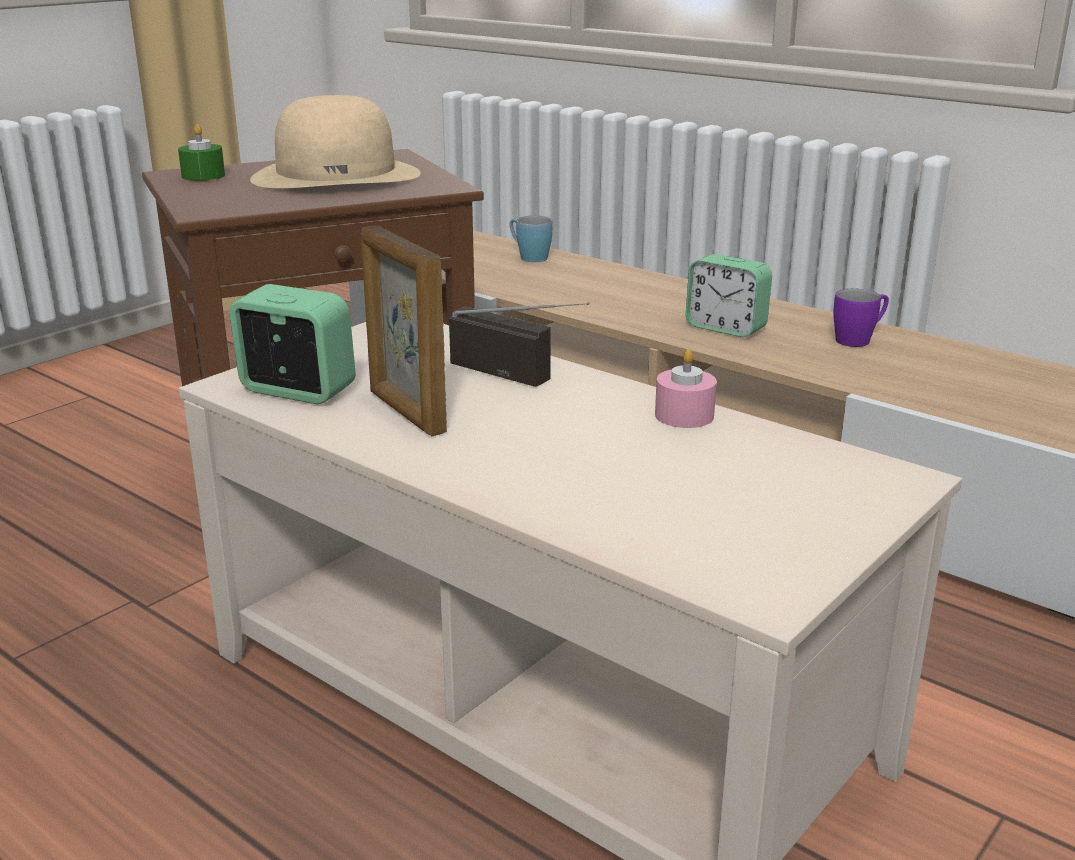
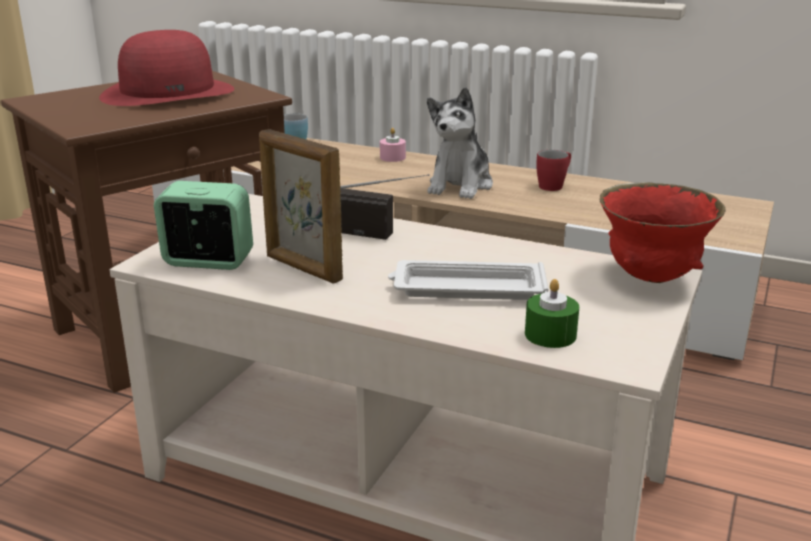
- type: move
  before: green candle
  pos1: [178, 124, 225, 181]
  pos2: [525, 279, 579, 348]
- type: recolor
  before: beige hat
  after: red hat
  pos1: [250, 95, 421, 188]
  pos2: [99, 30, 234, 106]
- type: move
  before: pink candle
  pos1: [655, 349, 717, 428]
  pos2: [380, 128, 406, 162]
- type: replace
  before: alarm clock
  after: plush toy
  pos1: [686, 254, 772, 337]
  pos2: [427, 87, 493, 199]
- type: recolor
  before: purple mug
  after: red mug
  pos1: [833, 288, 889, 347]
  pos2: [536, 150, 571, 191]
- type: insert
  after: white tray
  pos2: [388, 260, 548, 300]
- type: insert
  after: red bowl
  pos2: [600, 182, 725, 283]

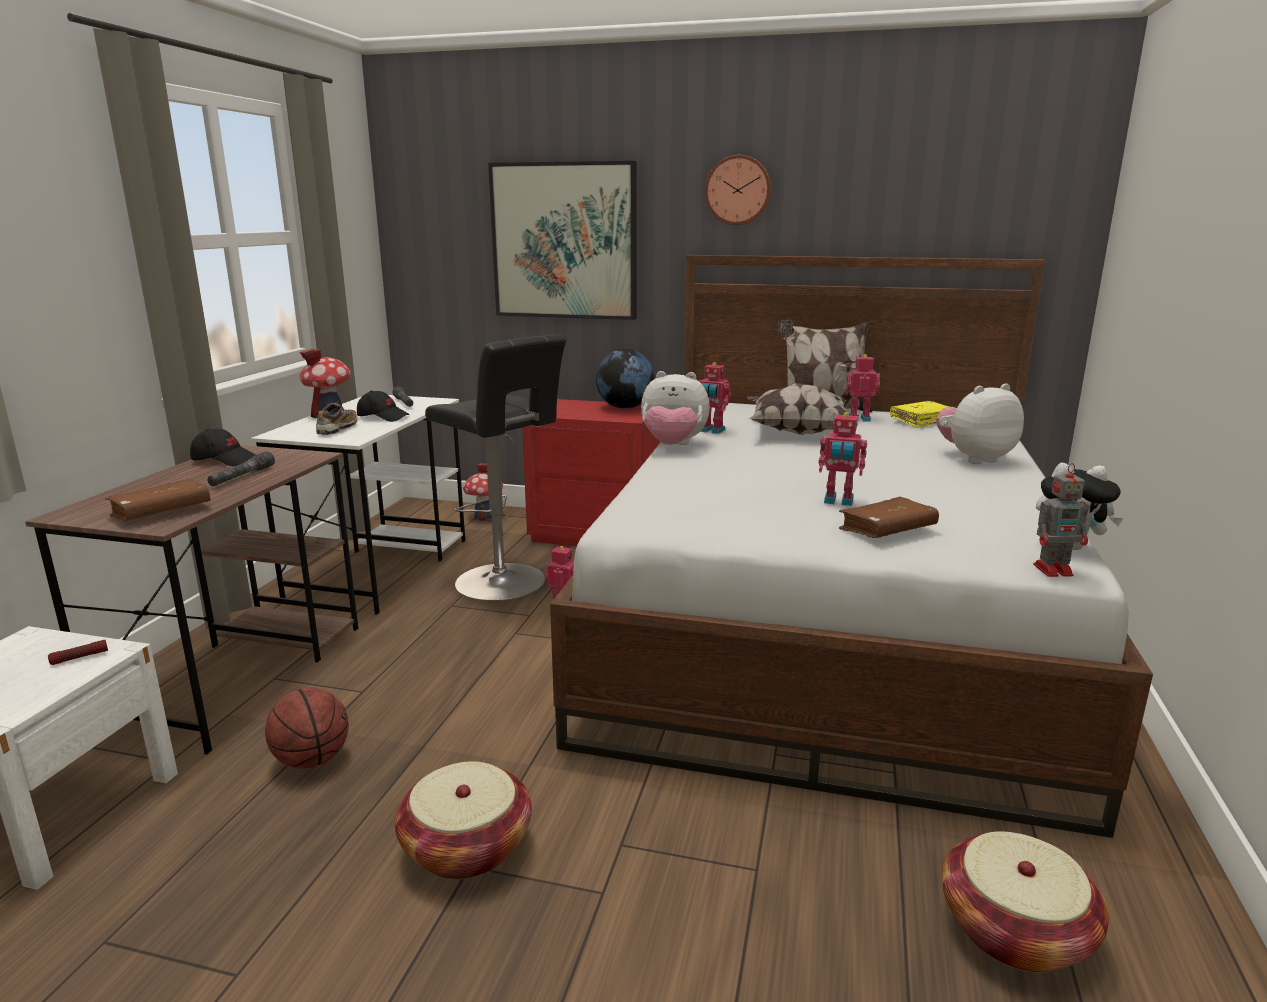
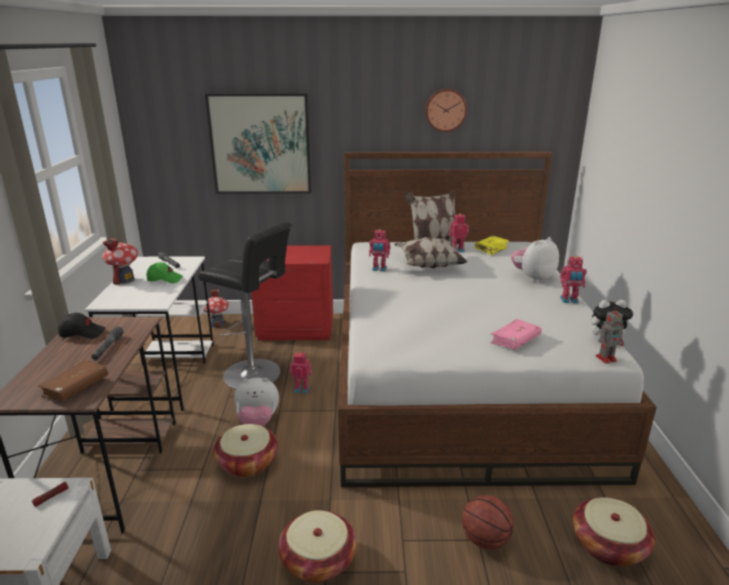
- type: move
  before: basketball
  pos1: [265, 688, 349, 769]
  pos2: [462, 495, 514, 549]
- type: delete
  before: shoe
  pos1: [316, 403, 358, 435]
- type: recolor
  before: black cap
  after: green cap
  pos1: [357, 391, 409, 422]
  pos2: [146, 262, 183, 283]
- type: delete
  before: globe
  pos1: [596, 349, 655, 409]
- type: move
  before: plush toy
  pos1: [641, 371, 710, 445]
  pos2: [234, 378, 279, 426]
- type: move
  before: wall clock
  pos1: [705, 155, 771, 225]
  pos2: [425, 89, 467, 132]
- type: move
  before: toy robot
  pos1: [819, 412, 867, 506]
  pos2: [560, 256, 587, 303]
- type: recolor
  before: brown book
  after: pink book
  pos1: [839, 497, 939, 538]
  pos2: [491, 319, 542, 350]
- type: insert
  after: basket
  pos2: [213, 424, 278, 477]

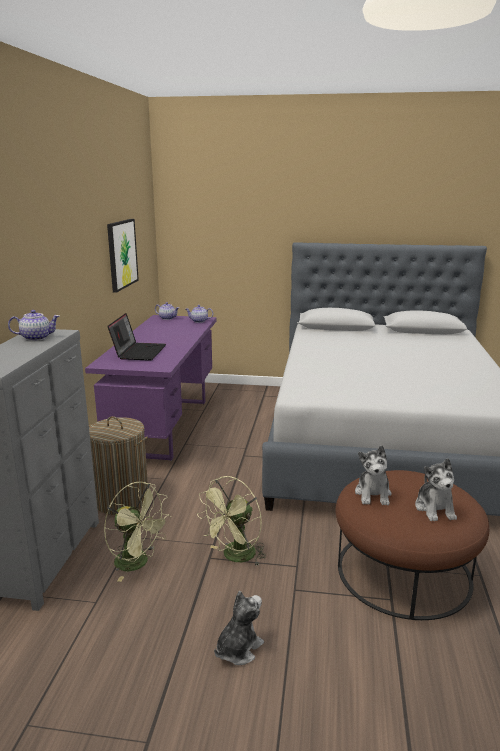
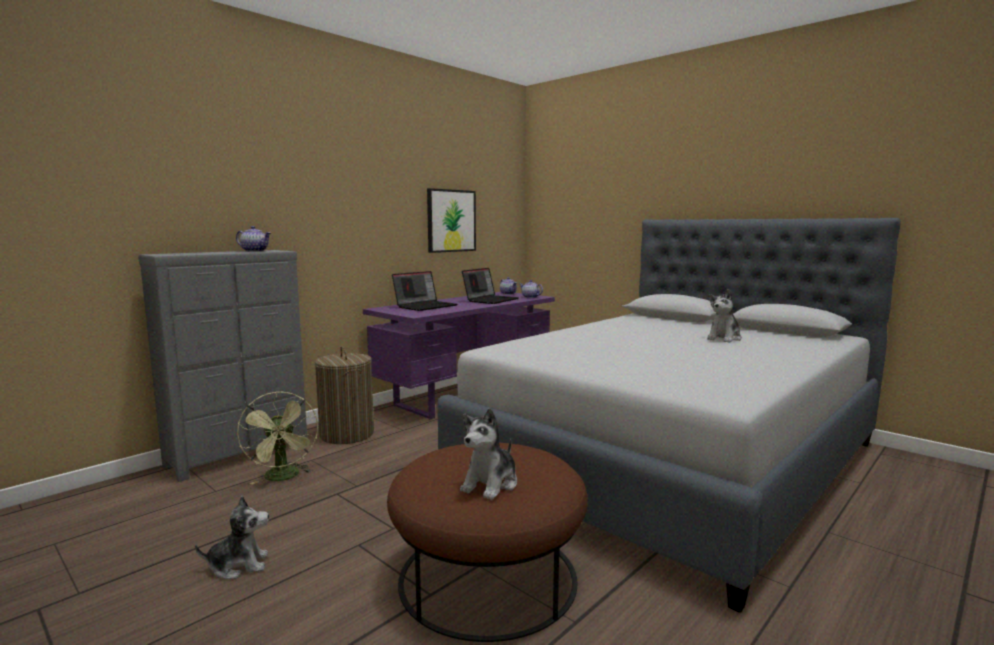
- type: delete
  before: green fan
  pos1: [197, 476, 266, 567]
- type: move
  before: plush toy
  pos1: [355, 445, 392, 505]
  pos2: [707, 289, 742, 343]
- type: insert
  after: laptop
  pos2: [462, 268, 519, 304]

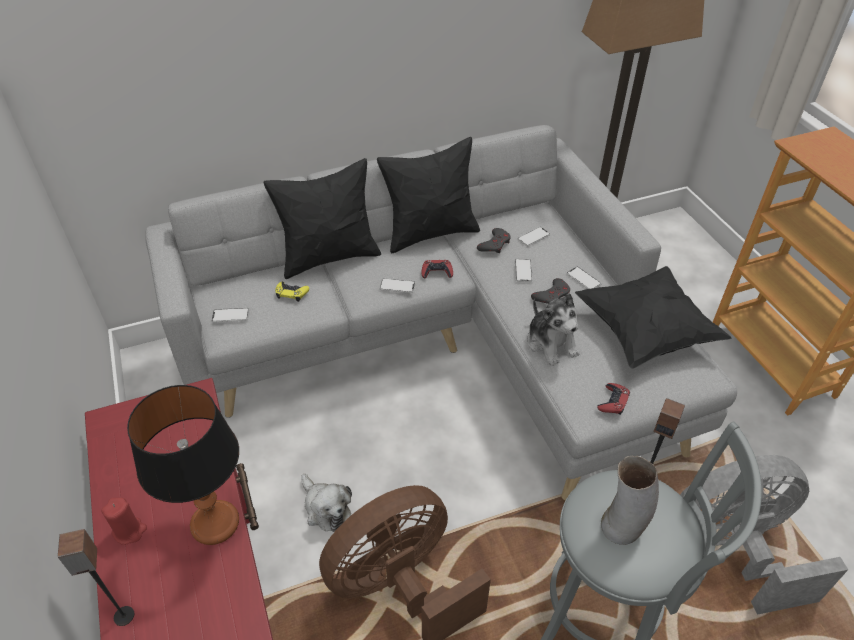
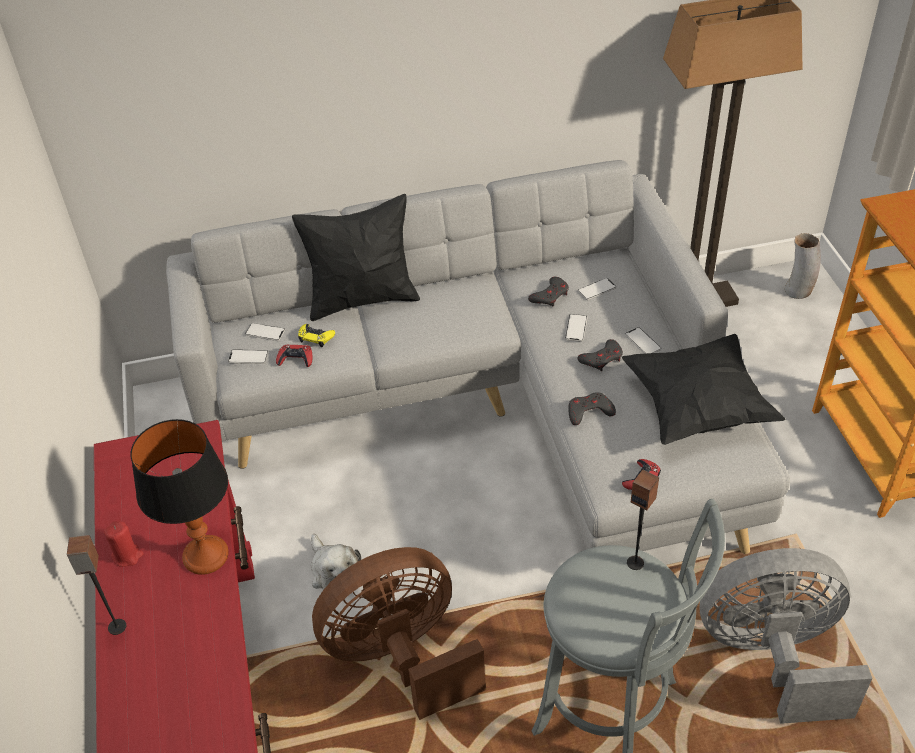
- type: delete
  before: black pillow
  pos1: [377, 137, 480, 254]
- type: move
  before: phone
  pos1: [379, 278, 415, 293]
  pos2: [245, 323, 285, 341]
- type: move
  before: red game controller
  pos1: [421, 260, 453, 278]
  pos2: [276, 345, 312, 367]
- type: replace
  before: plush toy
  after: grey game controller
  pos1: [527, 293, 580, 366]
  pos2: [568, 392, 616, 425]
- type: move
  before: vase
  pos1: [601, 456, 659, 545]
  pos2: [785, 233, 821, 299]

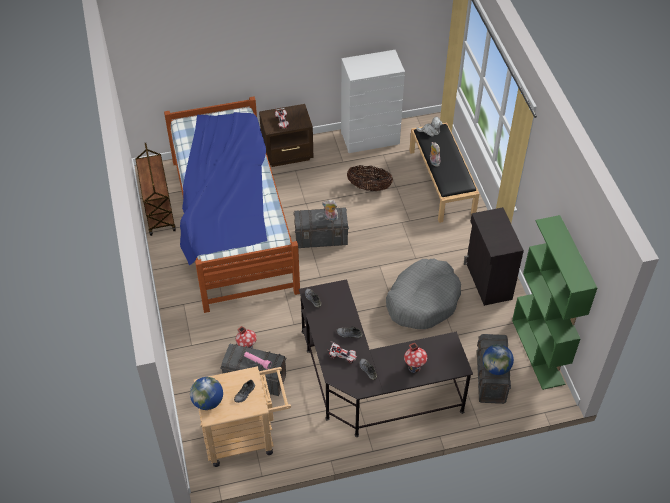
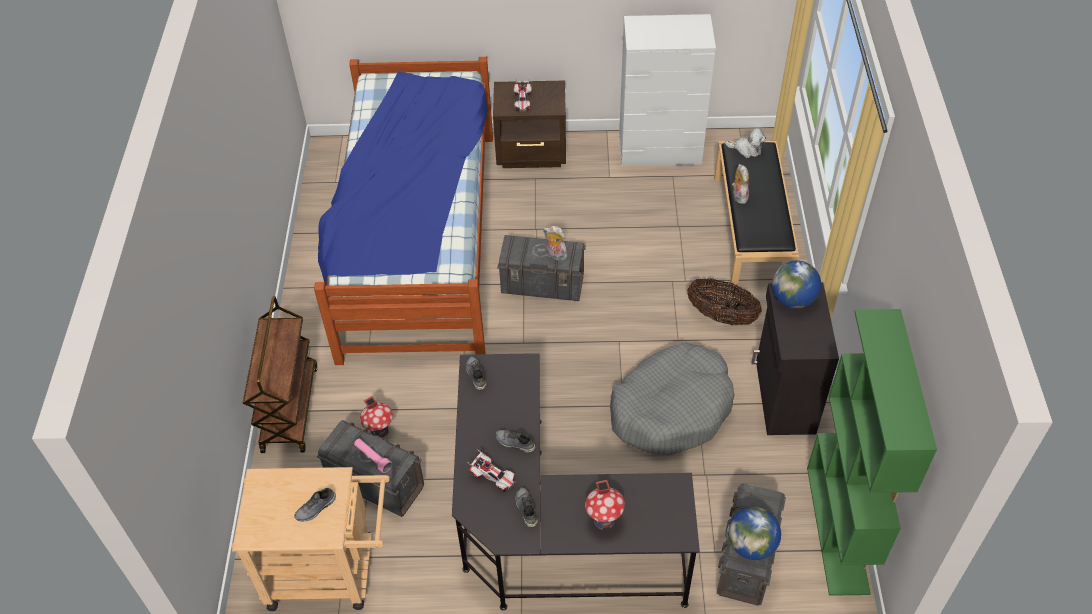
- type: move
  before: brown cart
  pos1: [136, 143, 176, 236]
  pos2: [243, 297, 317, 453]
- type: move
  before: globe
  pos1: [190, 377, 223, 410]
  pos2: [772, 260, 821, 309]
- type: move
  before: basket
  pos1: [347, 165, 393, 191]
  pos2: [687, 278, 762, 325]

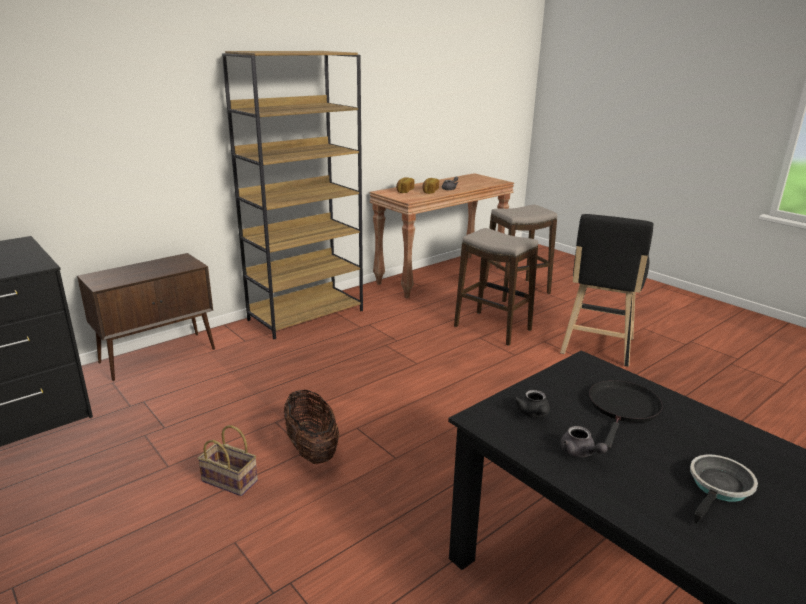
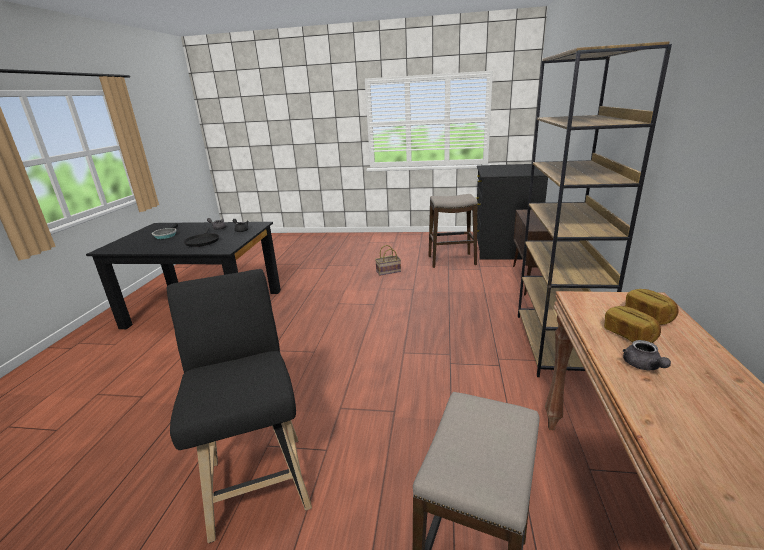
- type: delete
  before: basket
  pos1: [284, 390, 339, 464]
- type: move
  before: stool
  pos1: [454, 228, 538, 346]
  pos2: [428, 194, 478, 268]

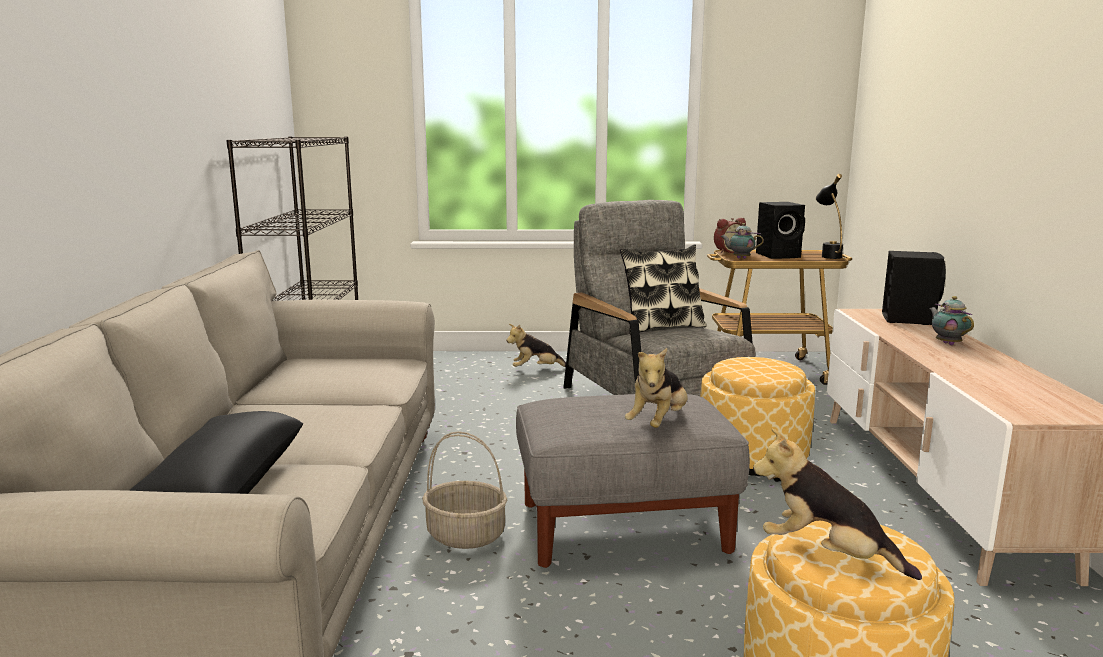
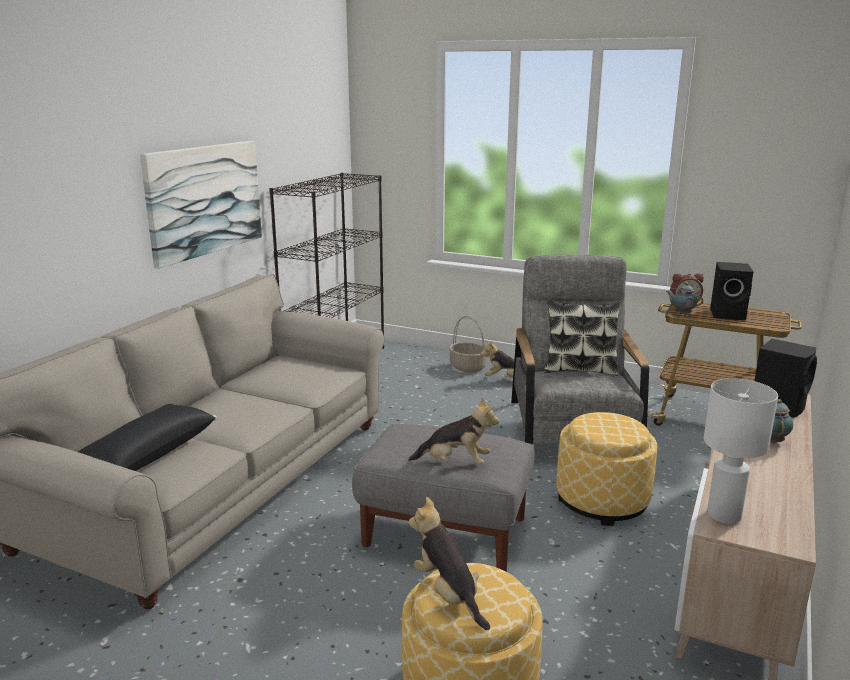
- type: move
  before: basket
  pos1: [422, 431, 507, 549]
  pos2: [449, 316, 487, 372]
- type: rotate
  before: plush toy
  pos1: [625, 348, 688, 428]
  pos2: [408, 397, 499, 464]
  turn: -135
- type: delete
  before: black table lamp
  pos1: [816, 174, 843, 259]
- type: insert
  after: picture
  pos2: [140, 141, 262, 269]
- type: insert
  after: white table lamp
  pos2: [704, 378, 778, 524]

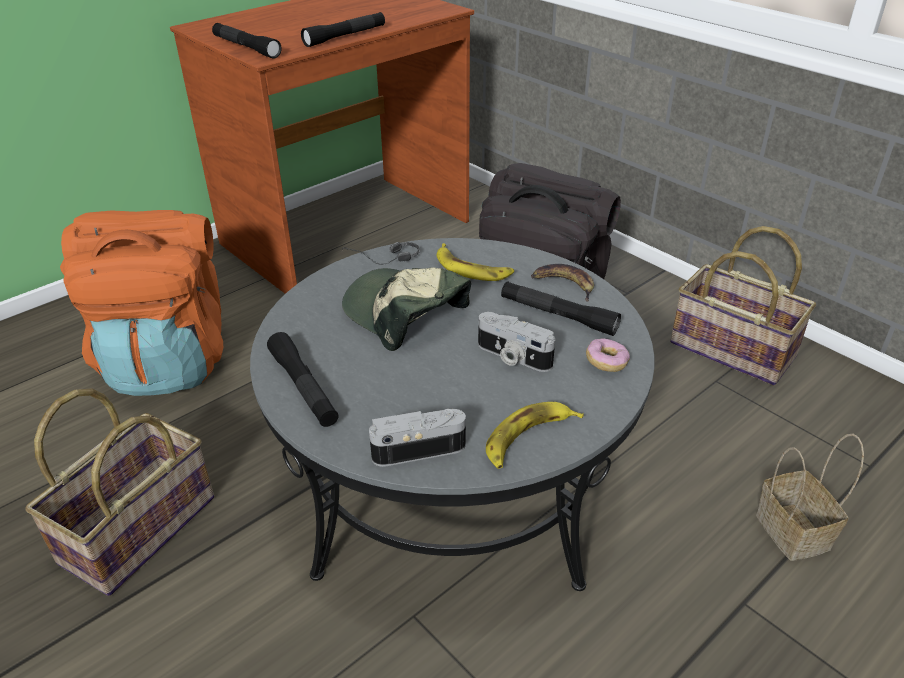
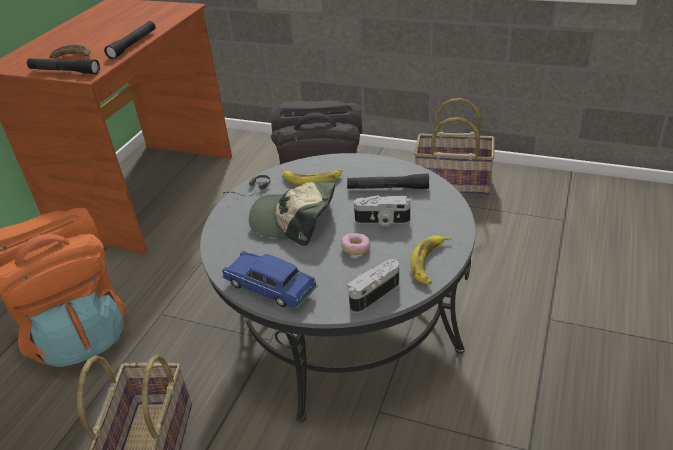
- type: replace
  before: black flashlight
  after: blue toy car
  pos1: [267, 332, 339, 427]
  pos2: [222, 251, 318, 308]
- type: move
  before: banana
  pos1: [531, 264, 594, 302]
  pos2: [49, 45, 91, 59]
- type: move
  before: donut
  pos1: [586, 338, 630, 372]
  pos2: [341, 233, 370, 255]
- type: delete
  before: basket
  pos1: [756, 434, 864, 561]

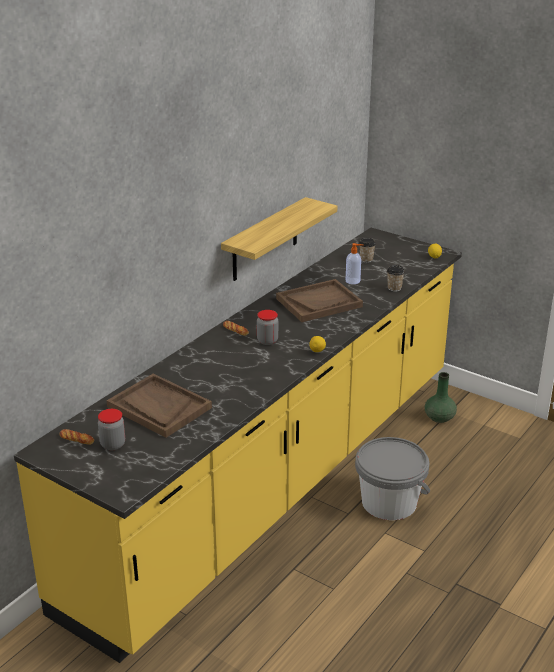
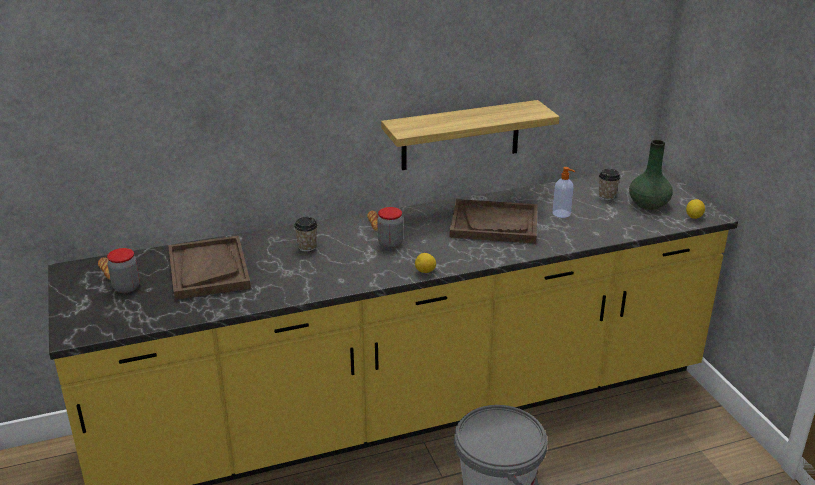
- type: move
  before: cup
  pos1: [387, 265, 405, 292]
  pos2: [294, 217, 318, 252]
- type: move
  before: green vase
  pos1: [425, 372, 457, 423]
  pos2: [629, 140, 673, 210]

